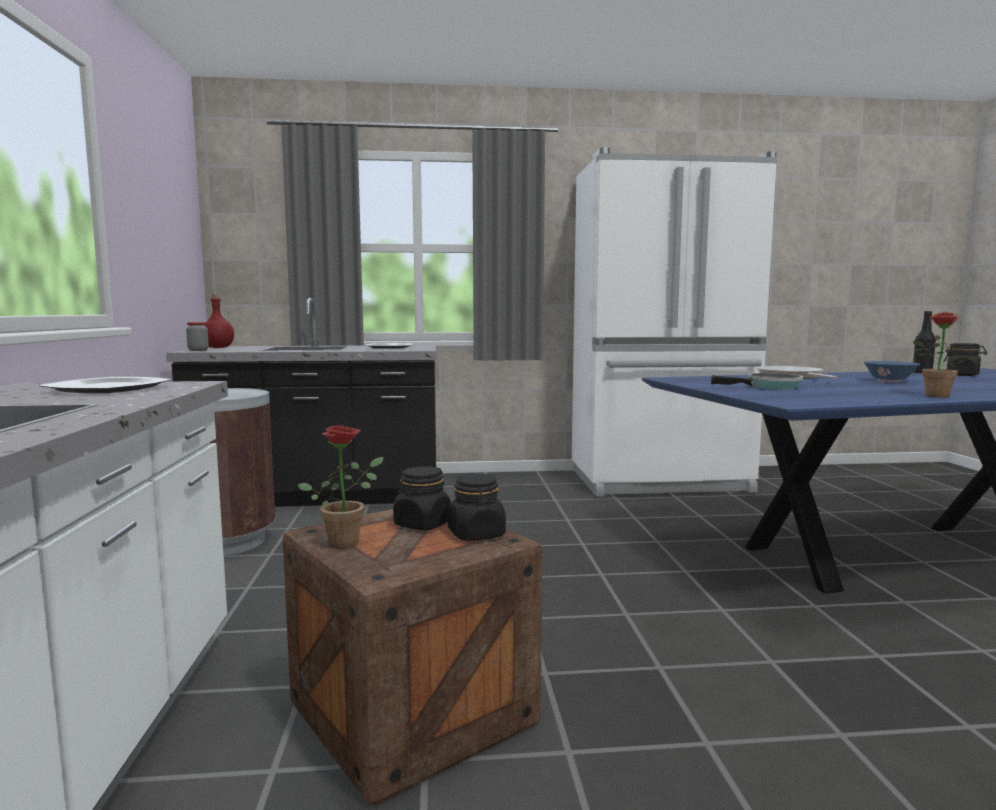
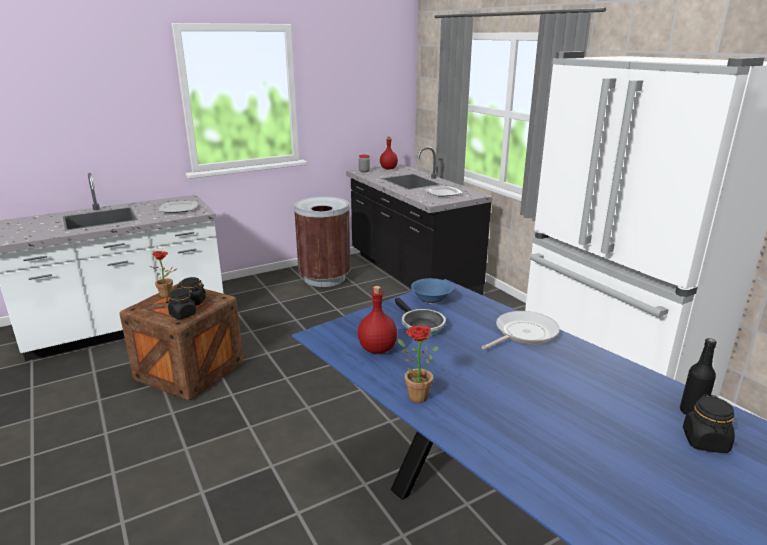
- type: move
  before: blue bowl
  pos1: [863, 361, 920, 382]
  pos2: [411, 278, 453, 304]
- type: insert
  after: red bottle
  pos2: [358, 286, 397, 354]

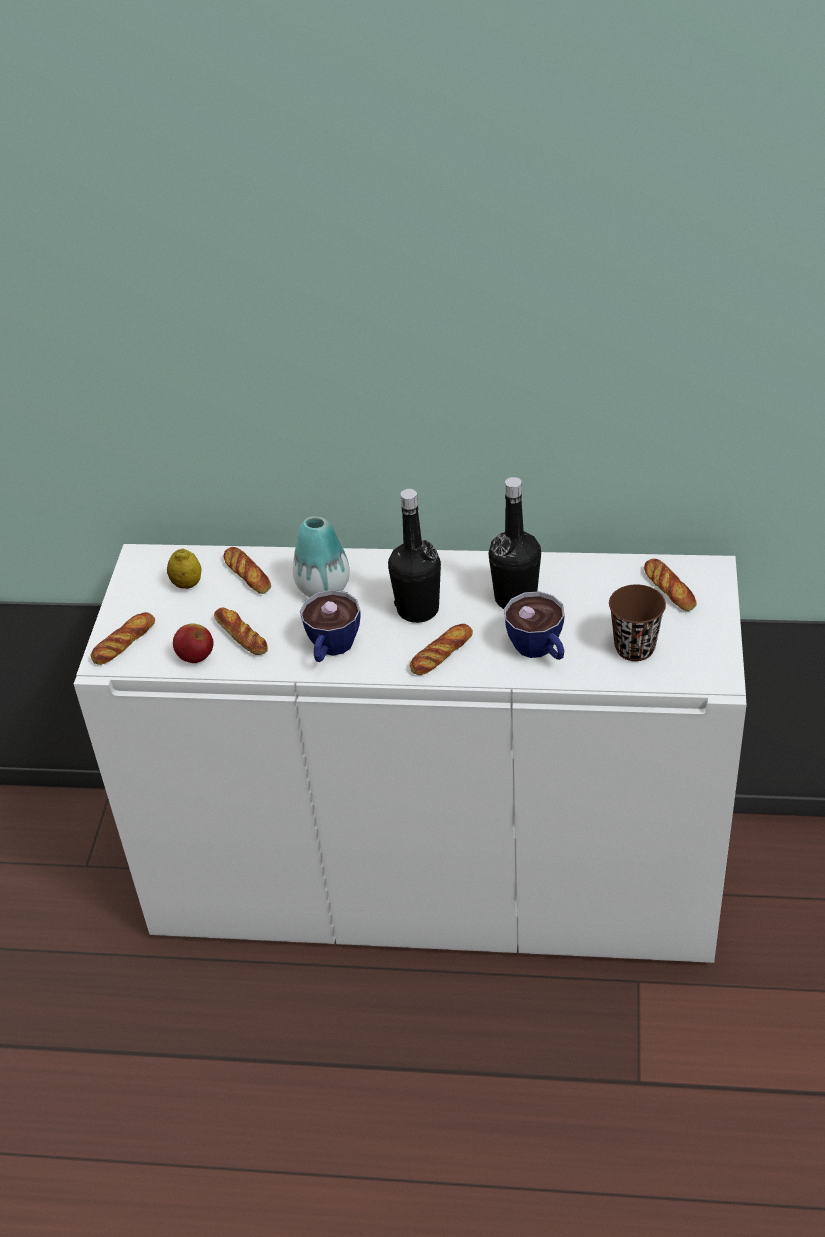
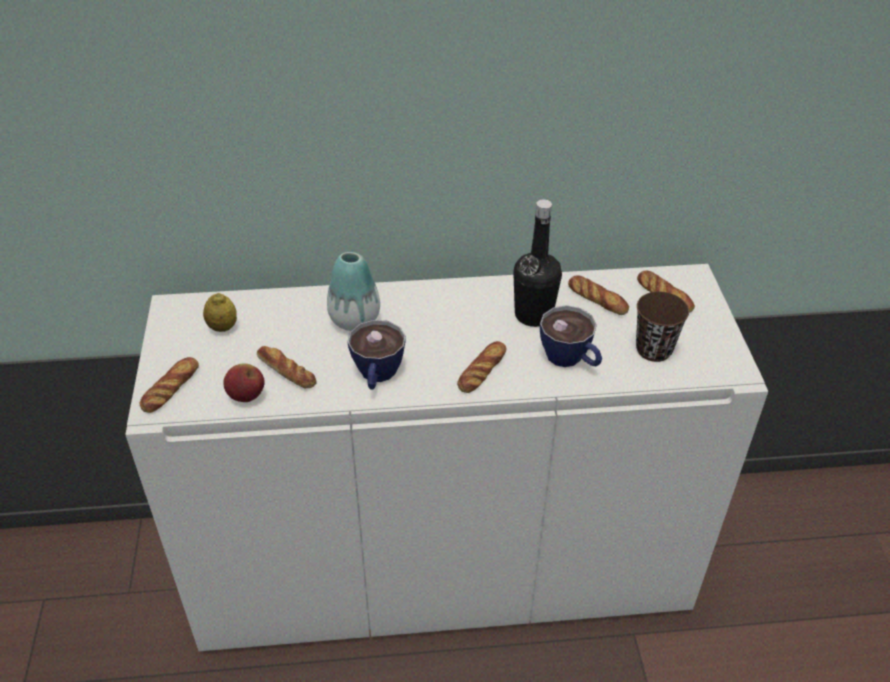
- type: move
  before: bread
  pos1: [224, 547, 271, 594]
  pos2: [568, 275, 629, 315]
- type: delete
  before: black bottle
  pos1: [388, 489, 441, 623]

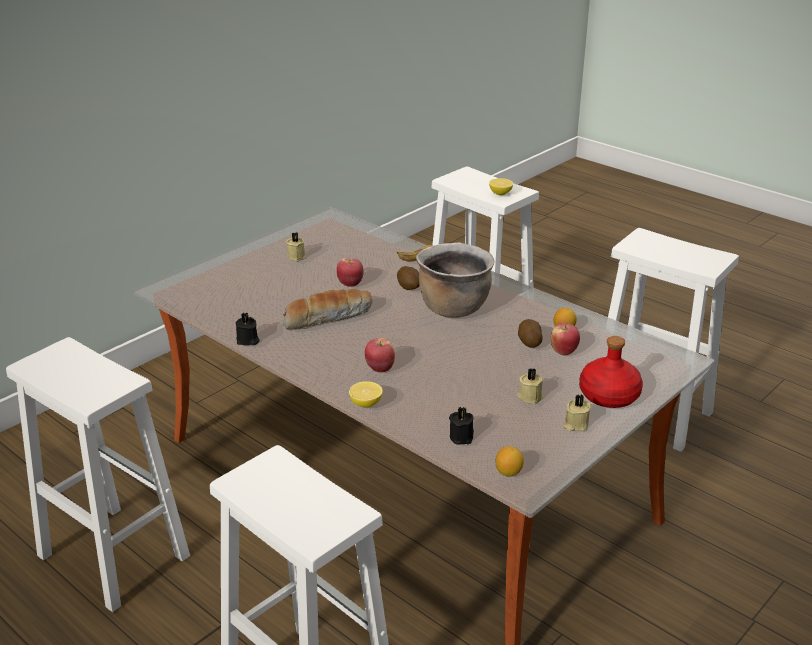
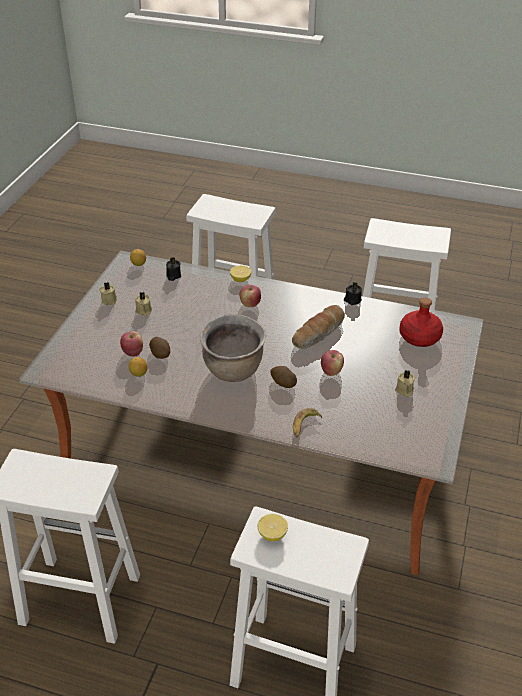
- type: move
  before: red bottle
  pos1: [579, 336, 643, 408]
  pos2: [399, 298, 443, 347]

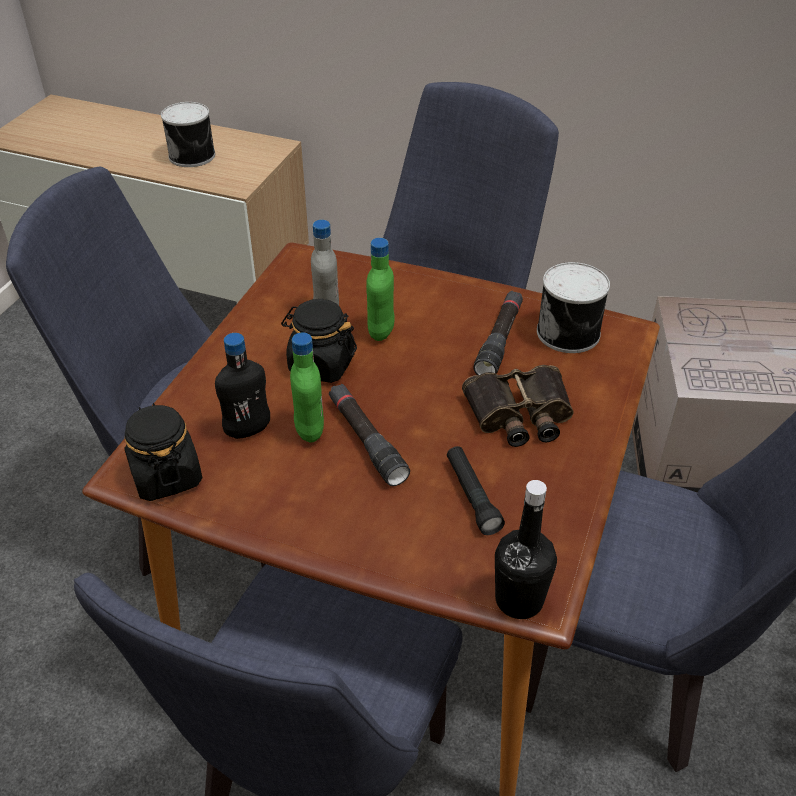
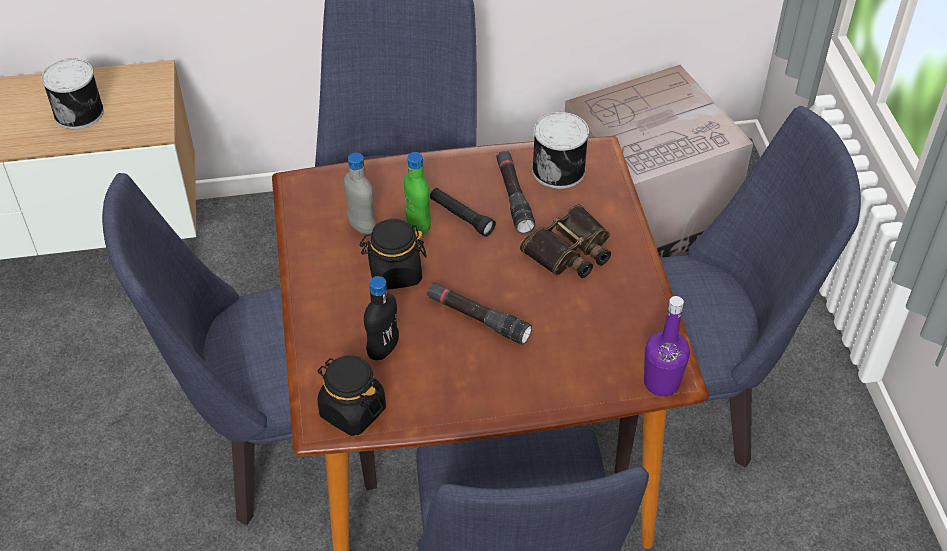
- type: delete
  before: green bottle
  pos1: [290, 332, 324, 443]
- type: move
  before: black flashlight
  pos1: [447, 446, 505, 535]
  pos2: [430, 188, 496, 237]
- type: recolor
  before: black bottle
  after: purple bottle
  pos1: [495, 480, 557, 619]
  pos2: [644, 296, 690, 396]

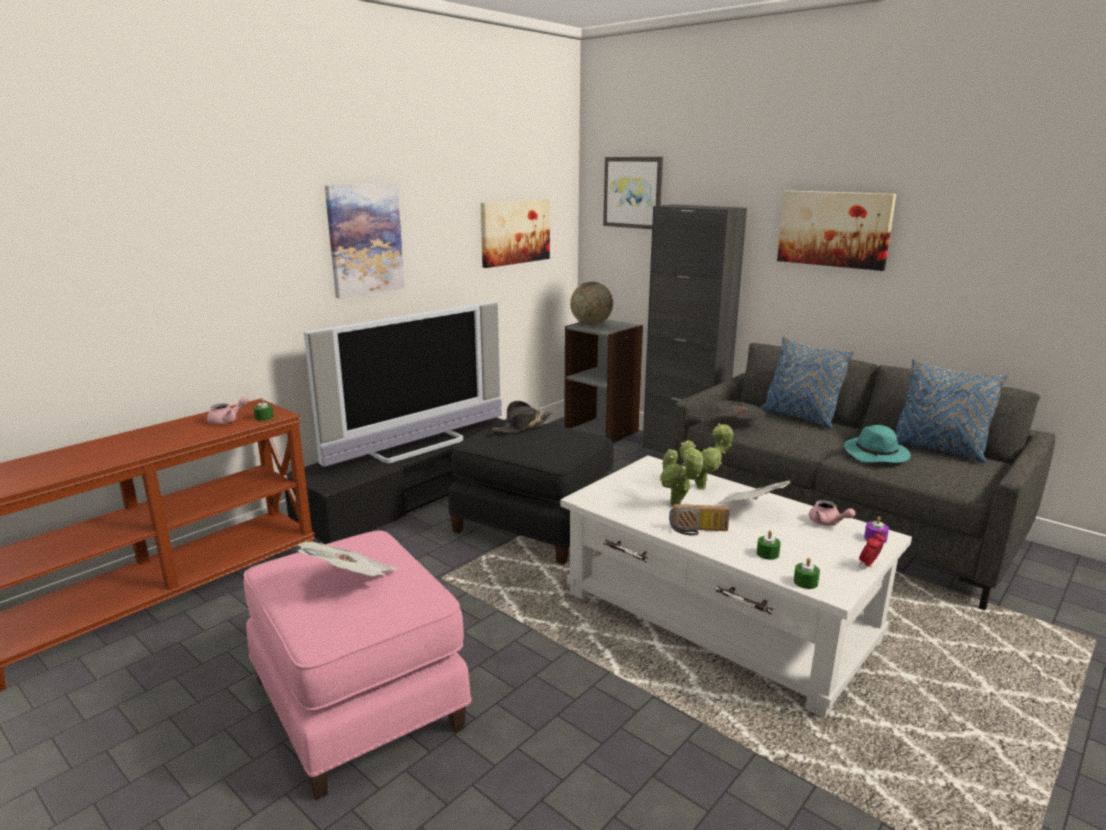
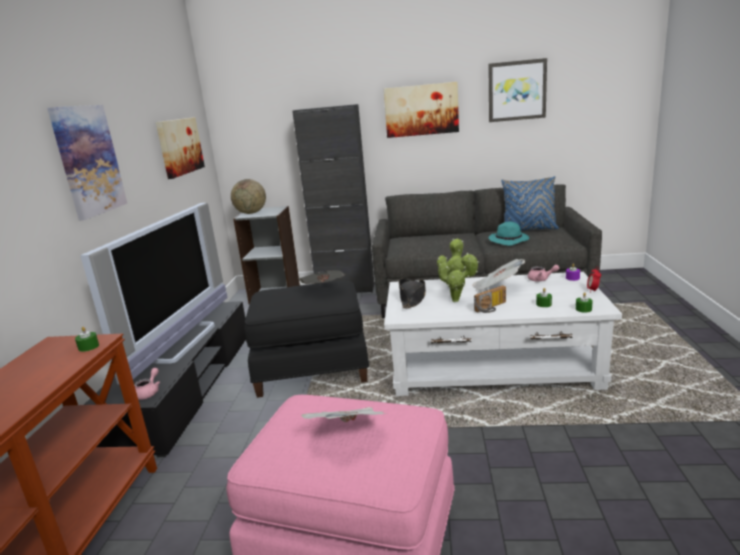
- type: move
  before: pink teapot
  pos1: [207, 396, 249, 425]
  pos2: [134, 368, 160, 400]
- type: move
  before: black hat
  pos1: [492, 401, 552, 433]
  pos2: [399, 278, 426, 308]
- type: move
  before: picture
  pos1: [603, 157, 663, 229]
  pos2: [488, 58, 547, 122]
- type: move
  before: newspaper
  pos1: [710, 401, 767, 417]
  pos2: [298, 270, 345, 284]
- type: delete
  before: blue pillow
  pos1: [761, 336, 855, 429]

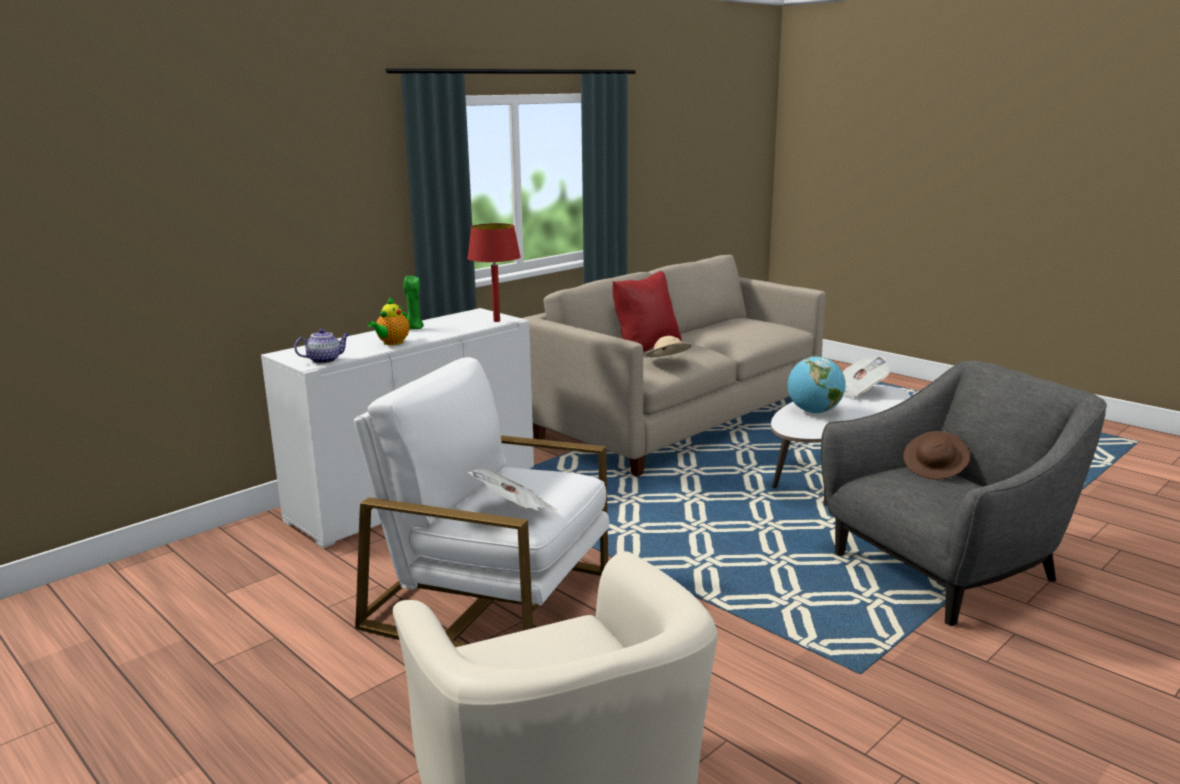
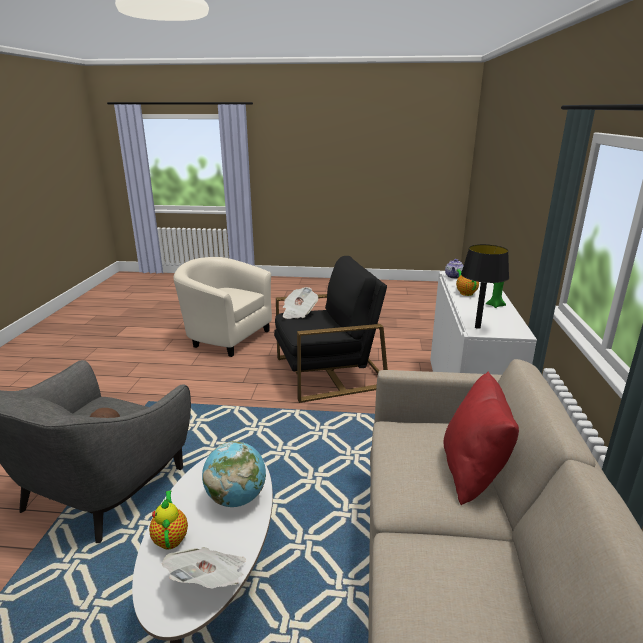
- type: recolor
  before: white armchair
  after: black armchair
  pos1: [353, 357, 609, 647]
  pos2: [274, 256, 388, 403]
- type: recolor
  before: red table lamp
  after: black table lamp
  pos1: [467, 223, 521, 322]
  pos2: [461, 244, 509, 329]
- type: delete
  before: beige hat
  pos1: [645, 336, 692, 357]
- type: insert
  after: teapot
  pos2: [149, 491, 188, 550]

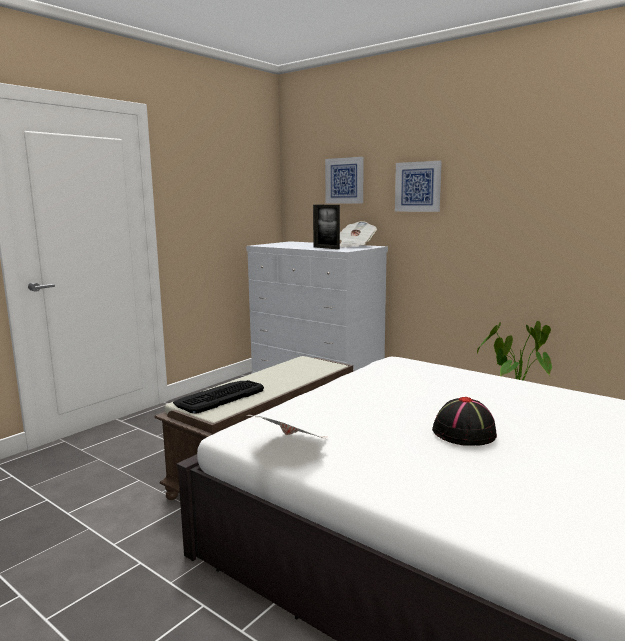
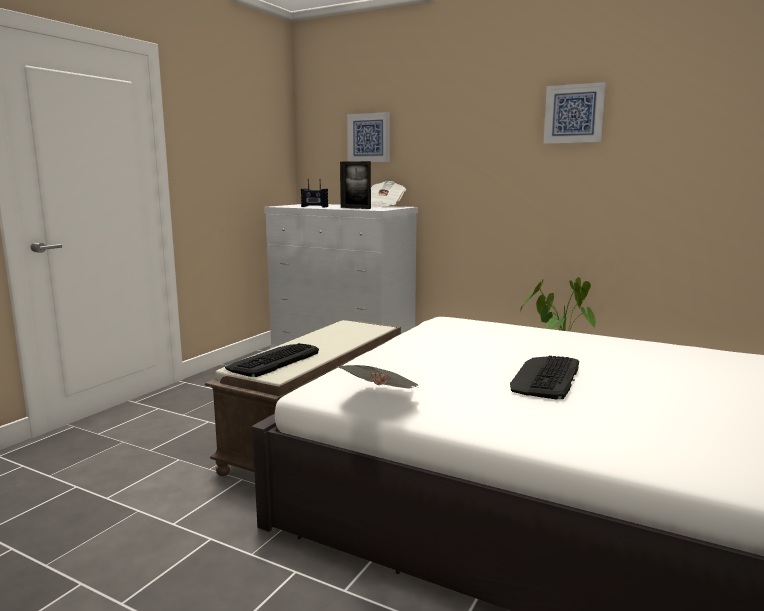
- type: move
  before: picture
  pos1: [395, 161, 442, 212]
  pos2: [544, 82, 606, 144]
- type: replace
  before: black hat
  after: keyboard
  pos1: [432, 397, 497, 446]
  pos2: [510, 356, 579, 399]
- type: insert
  after: radio
  pos2: [301, 179, 328, 207]

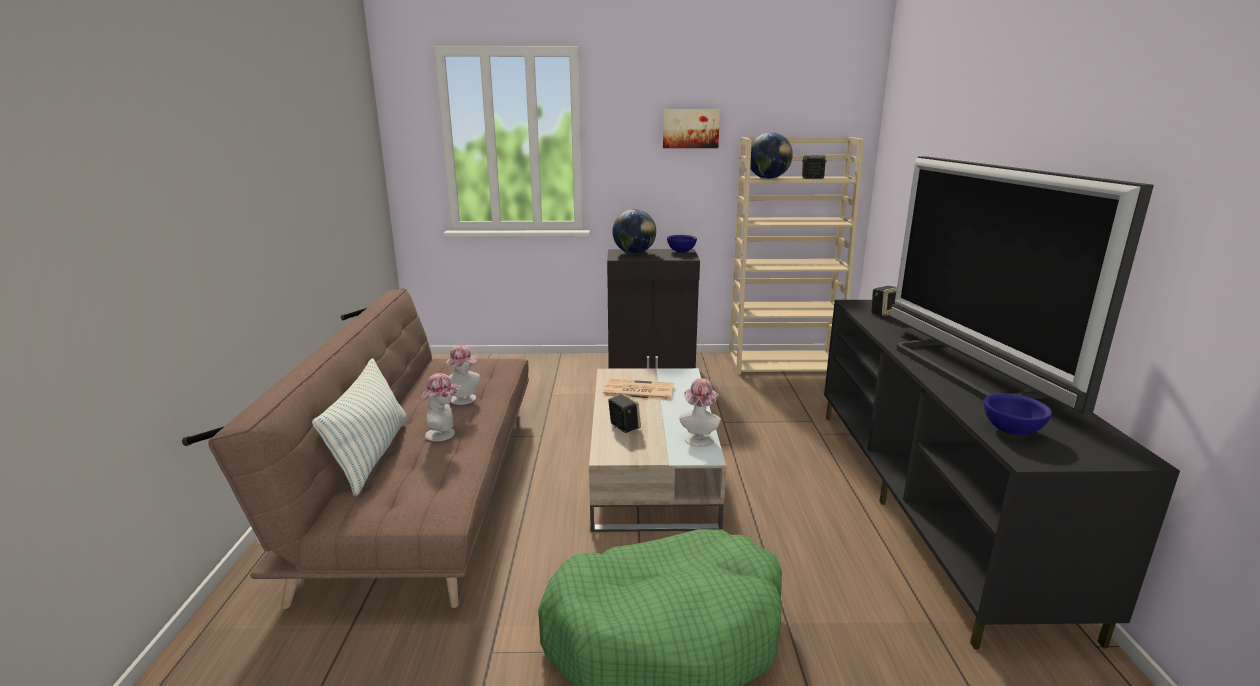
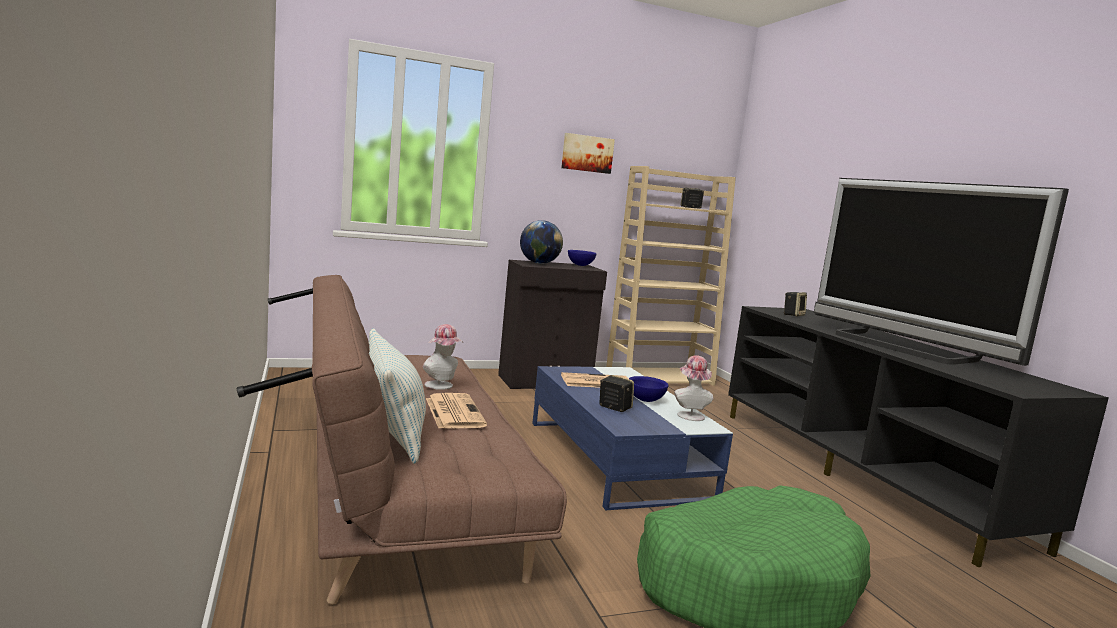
- type: replace
  before: hat
  after: newspaper
  pos1: [422, 373, 460, 441]
  pos2: [426, 393, 487, 429]
- type: recolor
  before: beige coffee table
  after: blue coffee table
  pos1: [589, 368, 726, 532]
  pos2: [532, 366, 733, 510]
- type: delete
  before: globe
  pos1: [750, 132, 793, 179]
- type: move
  before: blue bowl
  pos1: [984, 393, 1052, 435]
  pos2: [629, 376, 668, 402]

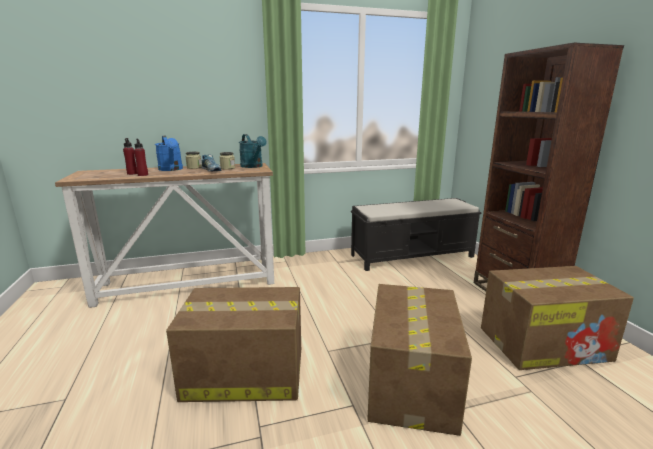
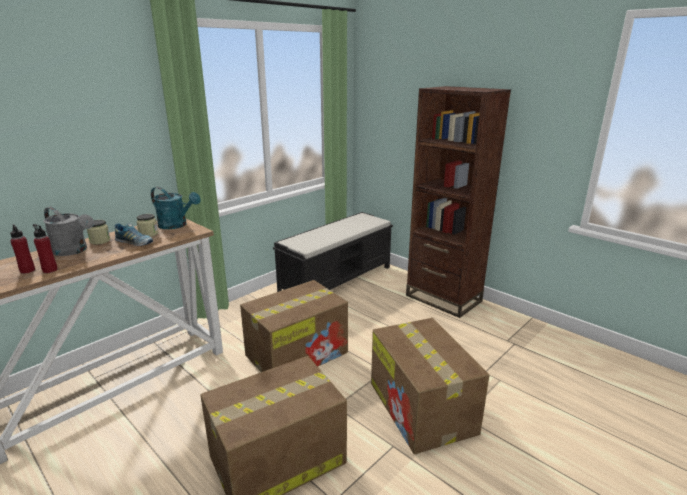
- type: recolor
  before: blue watering can
  after: grey watering can
  pos1: [155, 136, 183, 171]
  pos2: [43, 207, 94, 256]
- type: move
  before: cardboard box
  pos1: [481, 266, 634, 370]
  pos2: [240, 280, 348, 372]

